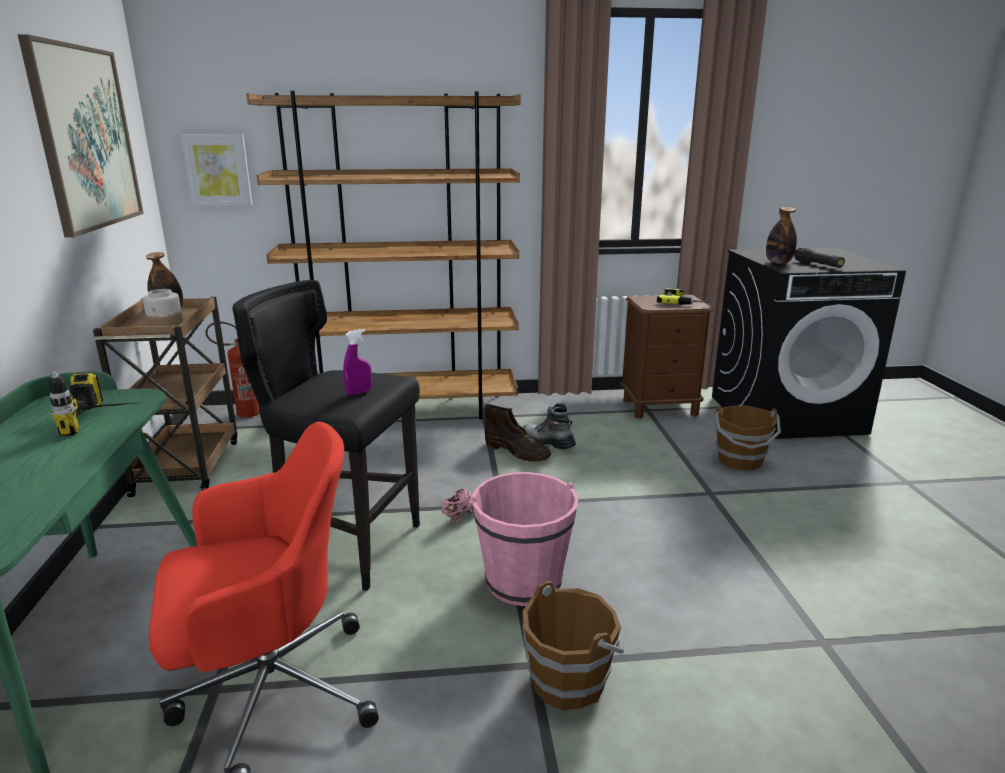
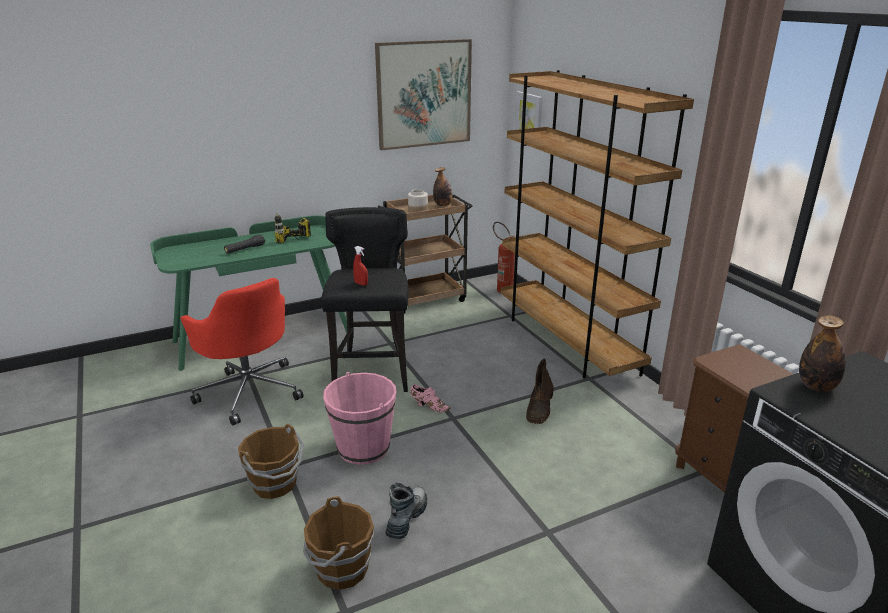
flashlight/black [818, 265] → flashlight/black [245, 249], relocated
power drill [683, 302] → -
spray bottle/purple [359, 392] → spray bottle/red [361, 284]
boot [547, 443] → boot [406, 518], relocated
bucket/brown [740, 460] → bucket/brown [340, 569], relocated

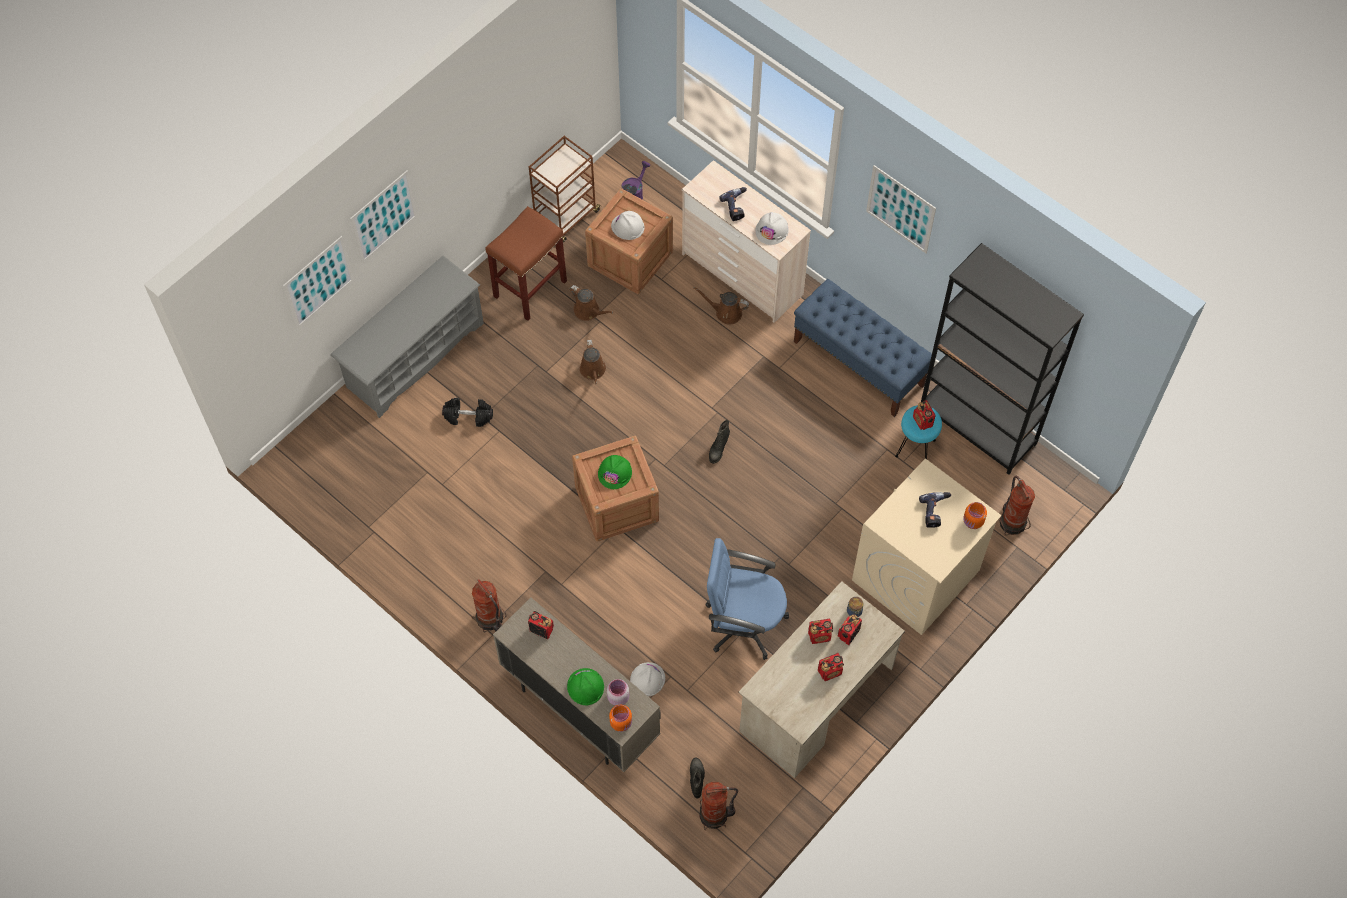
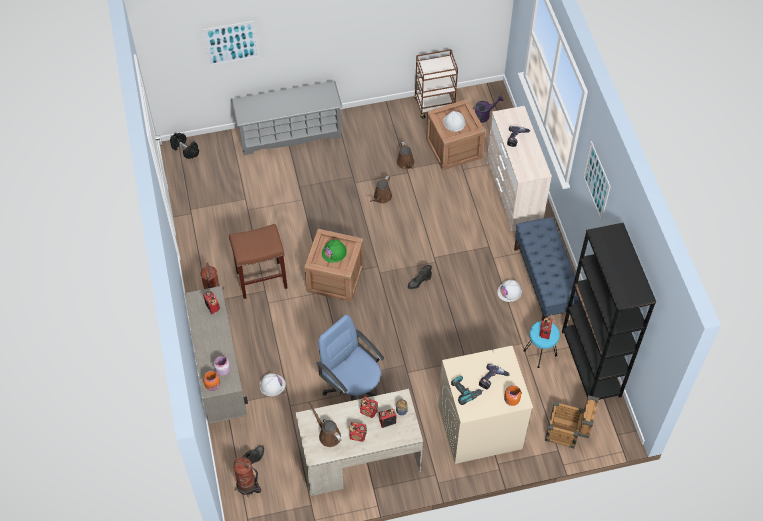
picture [384, 216] → -
stool/brown [530, 288] → stool/brown [262, 279], relocated
hard hat/white [772, 230] → hard hat/white [509, 292], relocated
watering can/brown [725, 313] → watering can/brown [328, 435], relocated
dumbbell/black [468, 416] → dumbbell/black [185, 149], relocated
fire extinguisher [1012, 521] → crate [567, 433]
hard hat/green [585, 687] → -
- → power drill [465, 391]

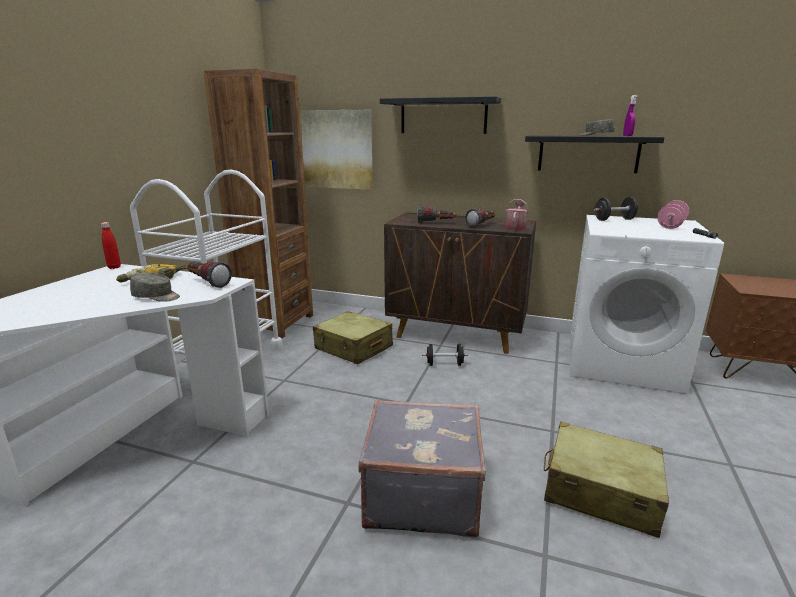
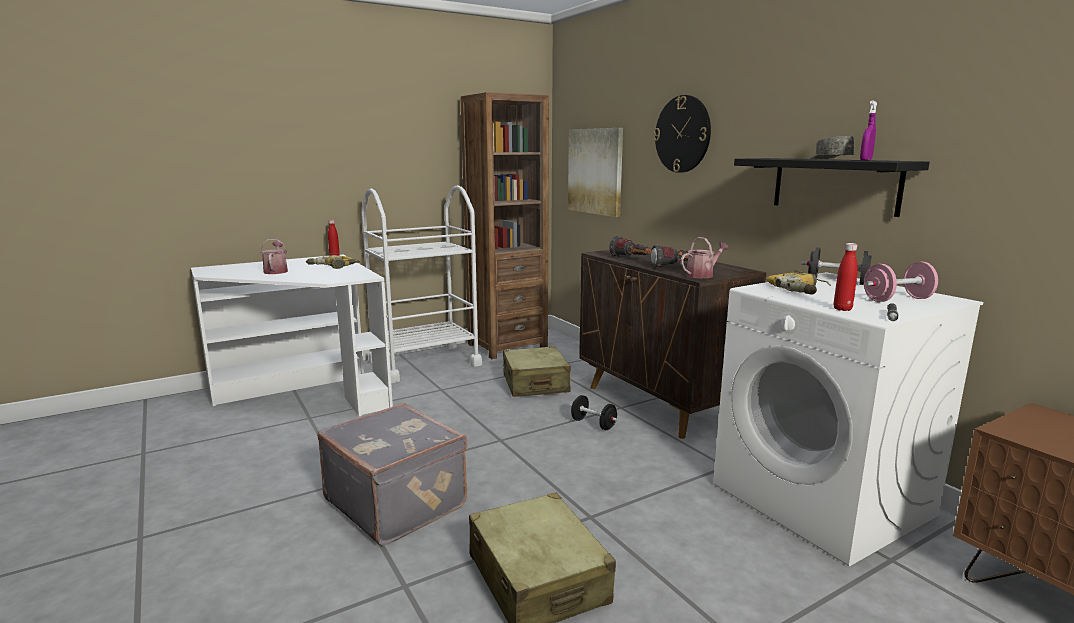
shelf/black [443, 116] → wall clock [682, 134]
flashlight [207, 283] → -
cap/grey [156, 297] → -
- → watering can [276, 271]
- → bottle/red [842, 309]
- → power drill [800, 290]

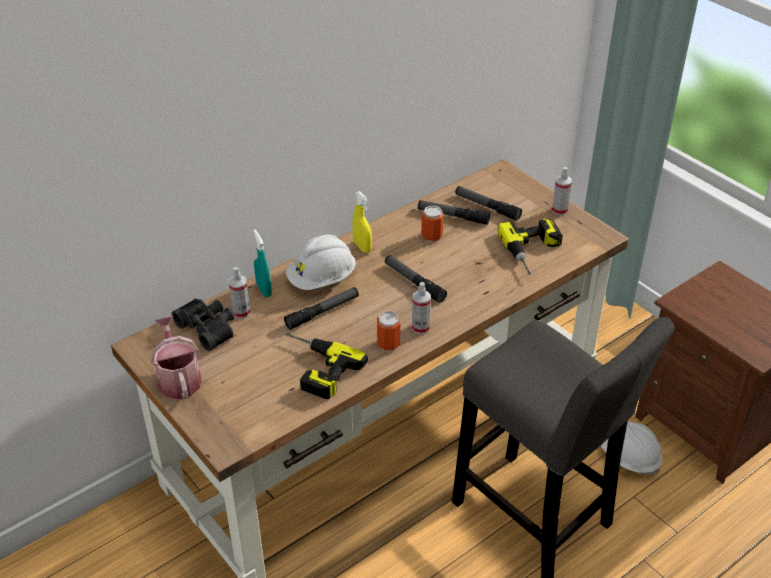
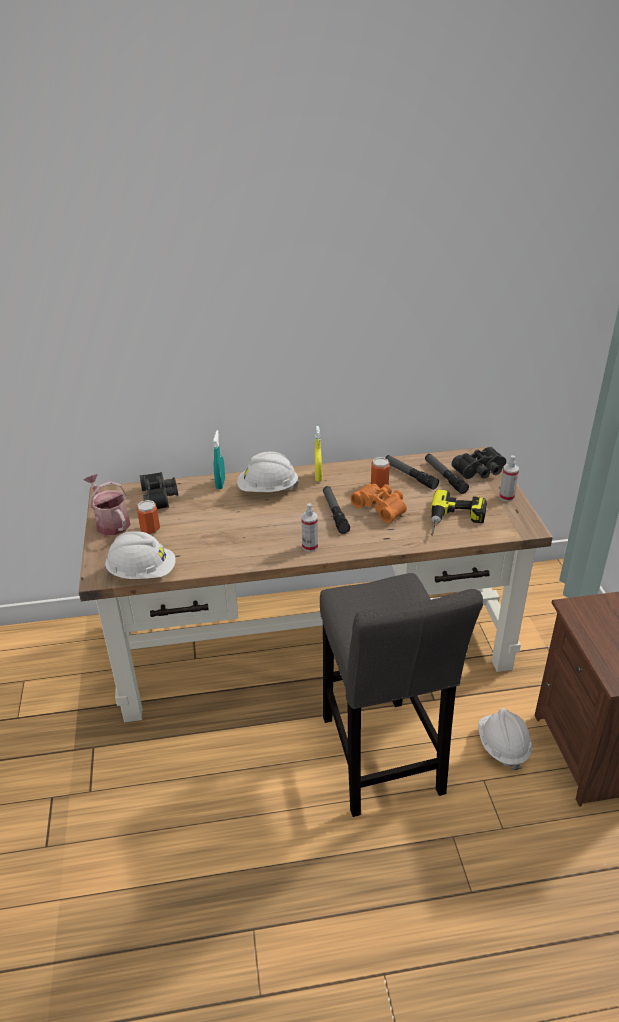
spray bottle [241, 312] → -
flashlight [322, 312] → -
can [388, 344] → can [150, 529], relocated
watering can [178, 378] → watering can [110, 522], 45 degrees counterclockwise
power drill [314, 368] → -
- → binoculars/black [481, 471]
- → binoculars/orange [381, 507]
- → hard hat/white [142, 573]

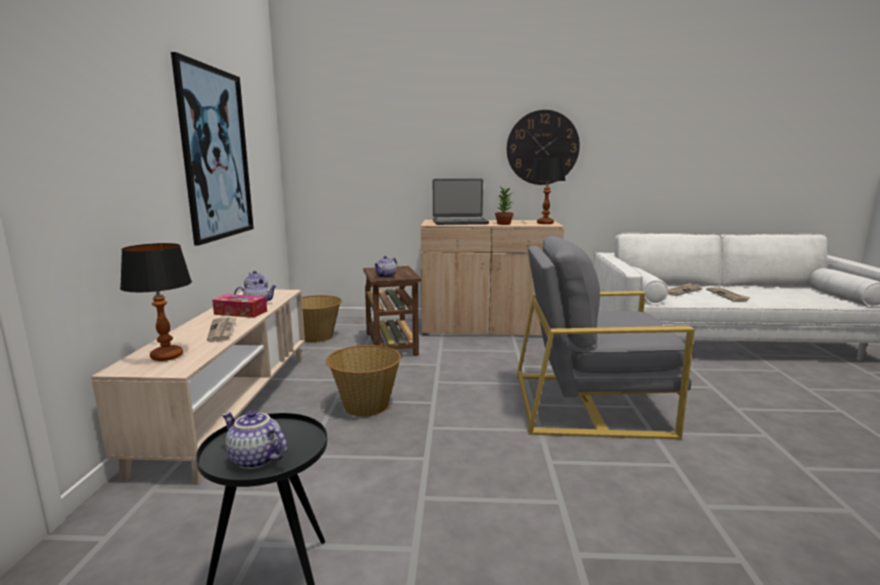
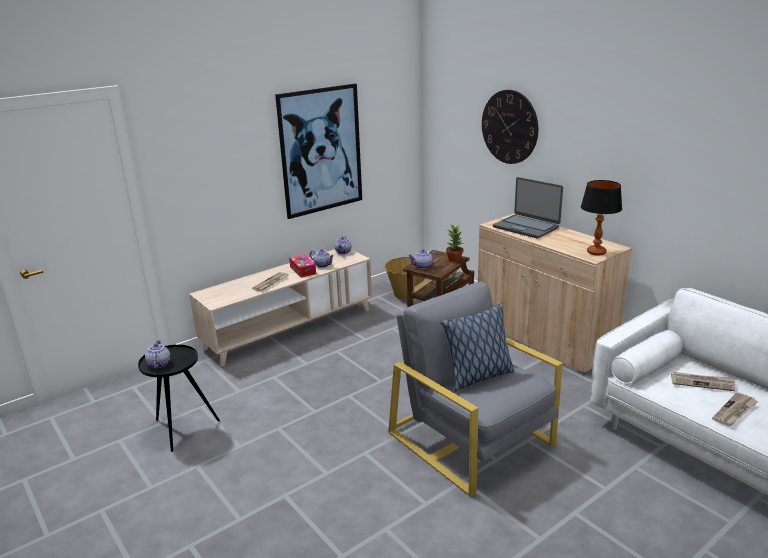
wall clock [542, 148] → wall clock [509, 127], relocated
potted plant [503, 224] → potted plant [454, 258], relocated
table lamp [167, 356] → -
basket [365, 406] → -
- → pillow [478, 377]

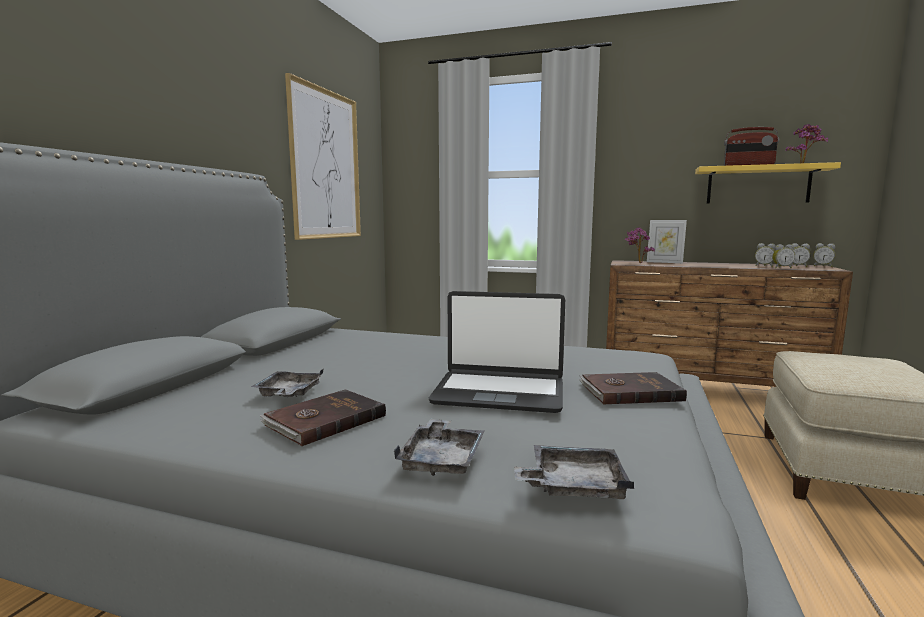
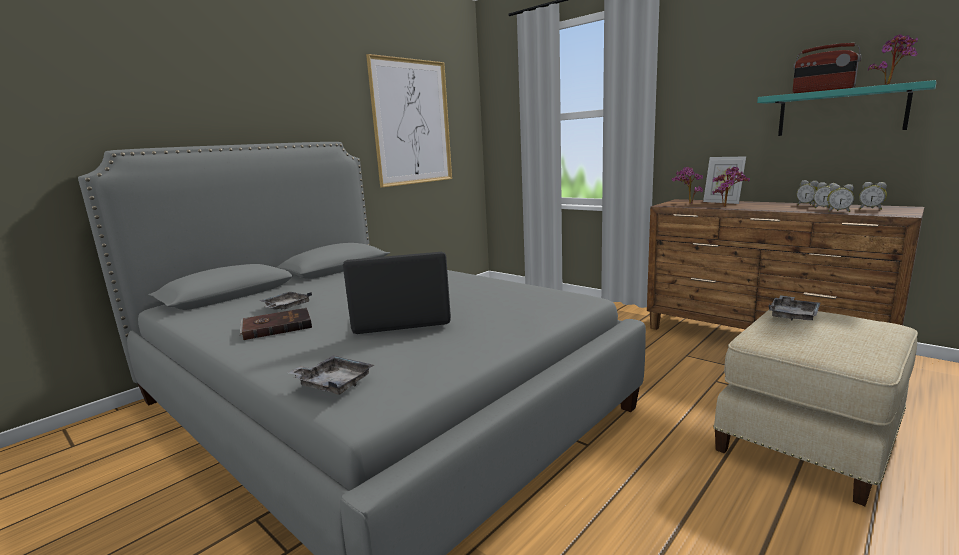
shelf/yellow [758, 185] → shelf/turquoise [840, 112]
alarm clock [823, 266] → alarm clock [807, 205], relocated
laptop [499, 392] → laptop [401, 319], 135 degrees clockwise
book/brown [629, 392] → -
tray/grey [442, 459] → tray/grey [793, 315], relocated
- → potted plant [727, 207]

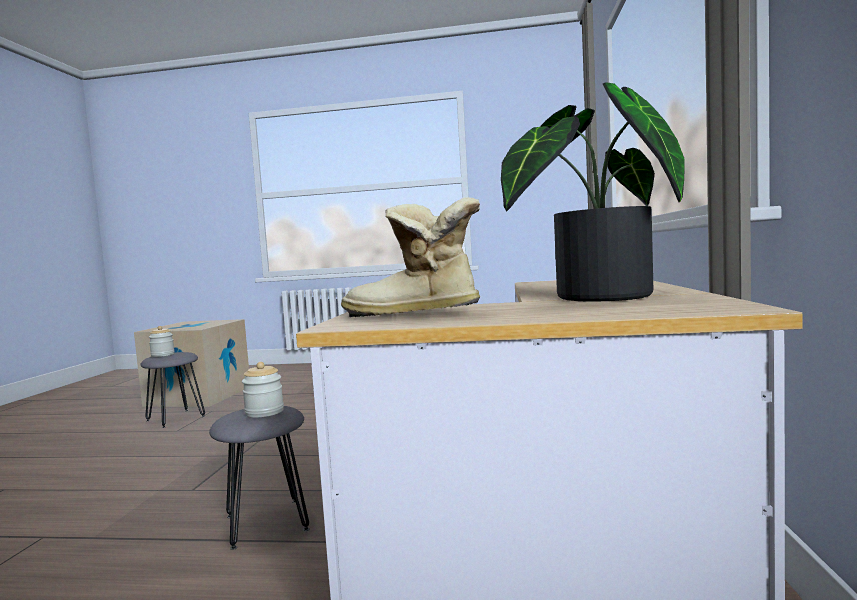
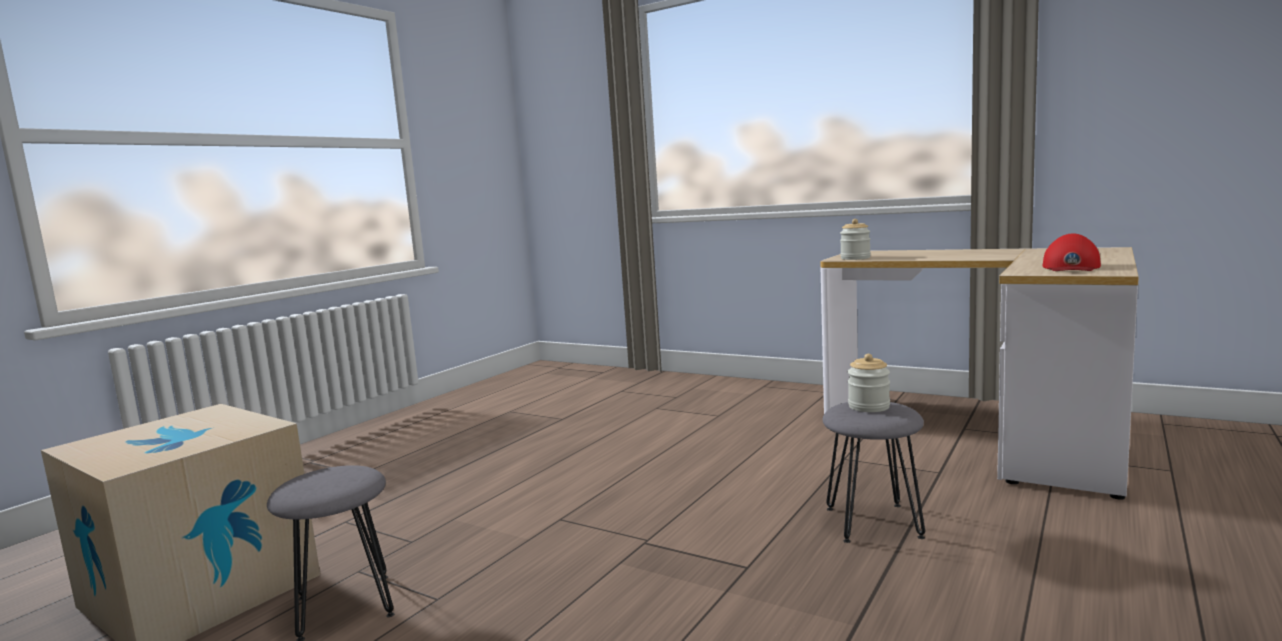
potted plant [591, 297] → -
boot [413, 315] → cap/red [1071, 267]
jar [162, 355] → jar [855, 258], relocated

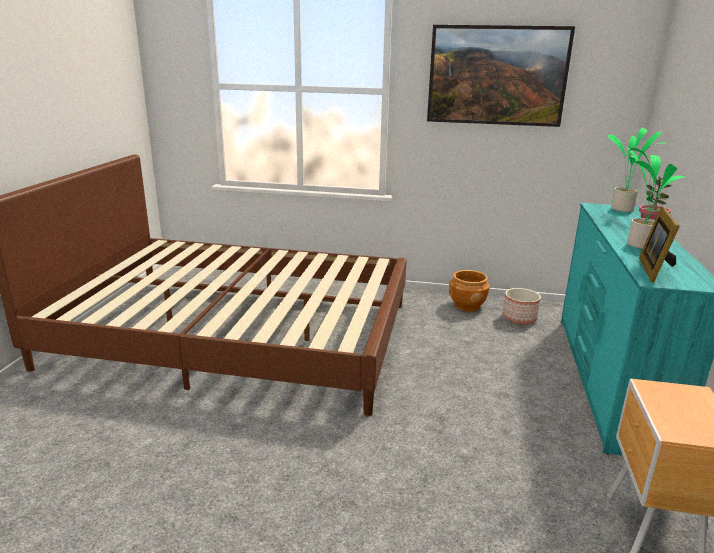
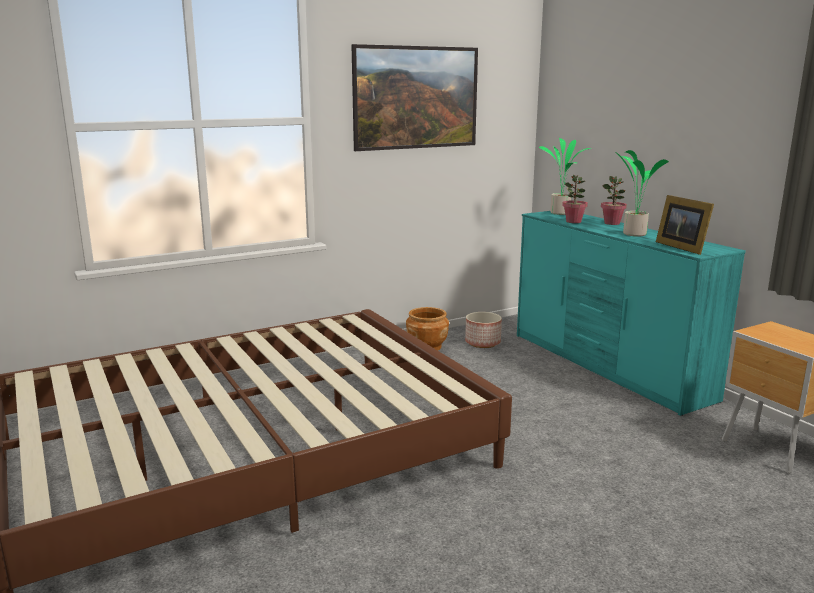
- → potted plant [573, 221]

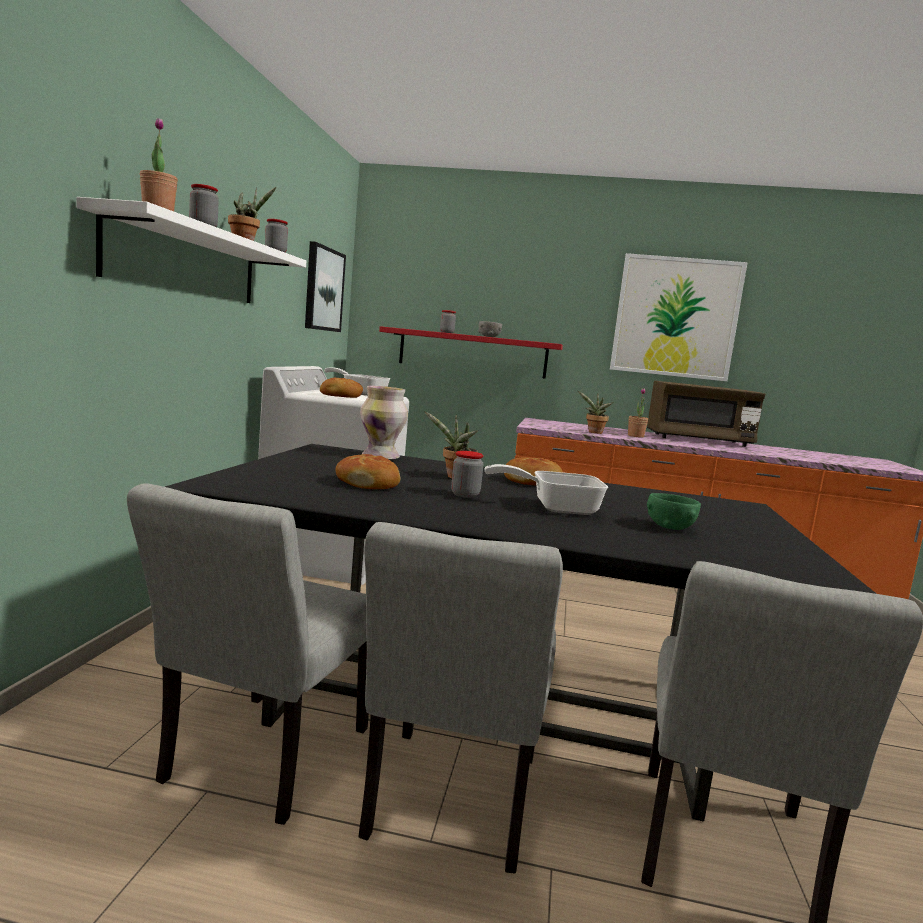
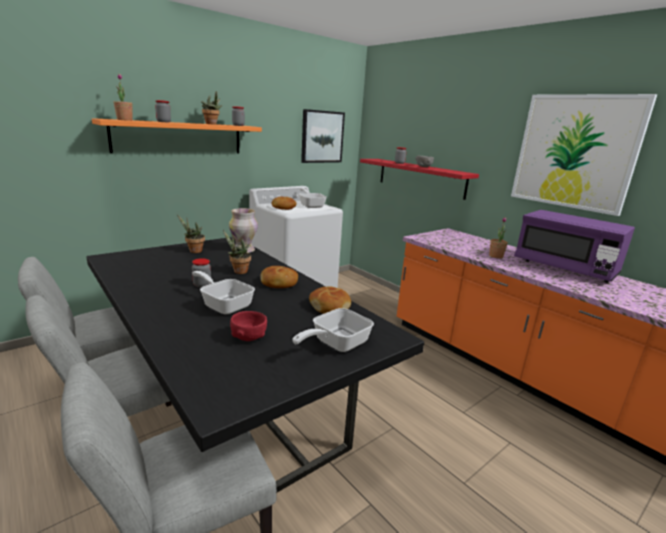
shelf/white [187, 262] → shelf/orange [179, 138]
microwave/brown [698, 440] → microwave/purple [564, 268]
potted plant [594, 432] → potted plant [193, 251], relocated
bread [368, 483] → bread [330, 307], relocated
bowl/green [669, 527] → bowl/red [248, 337]
- → frying pan [335, 344]

